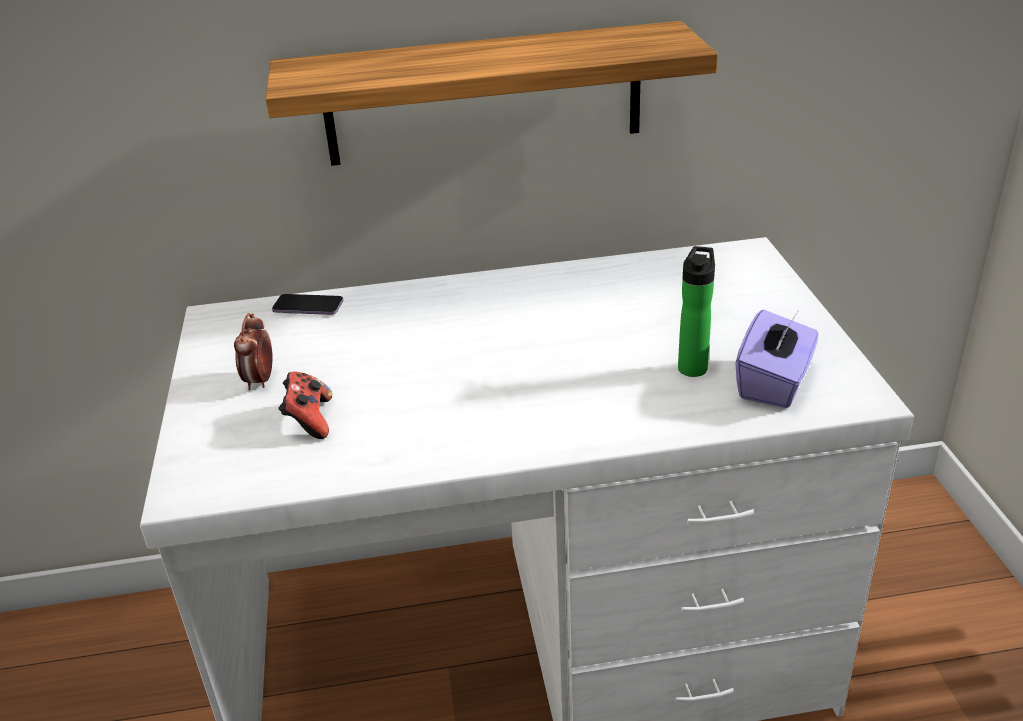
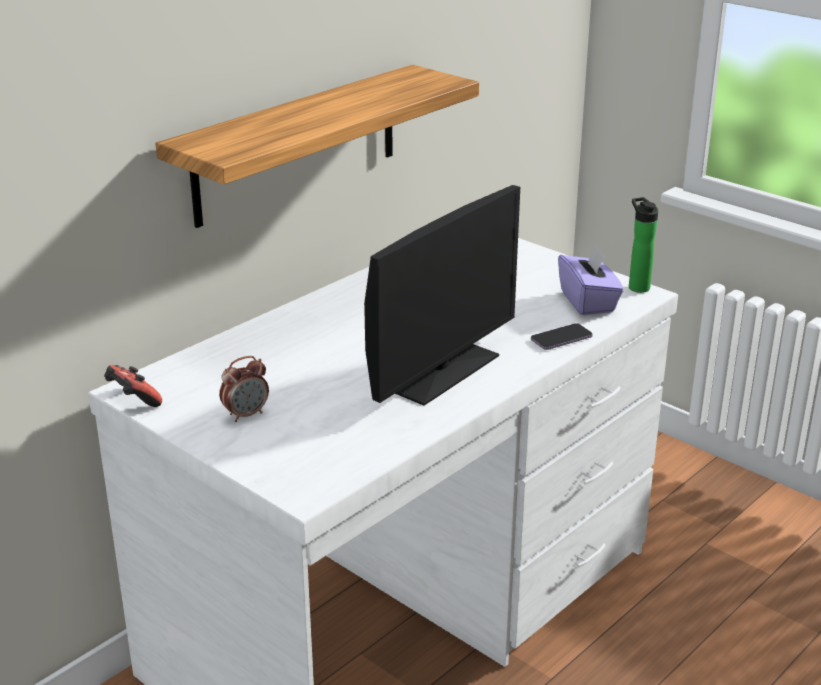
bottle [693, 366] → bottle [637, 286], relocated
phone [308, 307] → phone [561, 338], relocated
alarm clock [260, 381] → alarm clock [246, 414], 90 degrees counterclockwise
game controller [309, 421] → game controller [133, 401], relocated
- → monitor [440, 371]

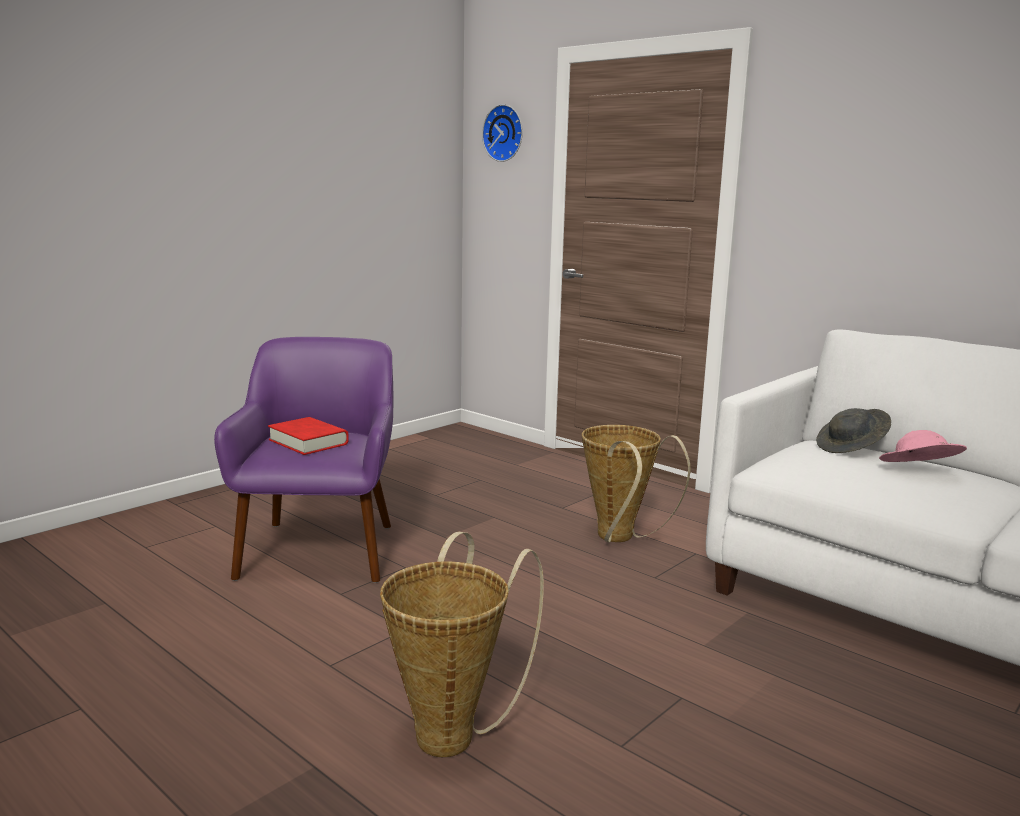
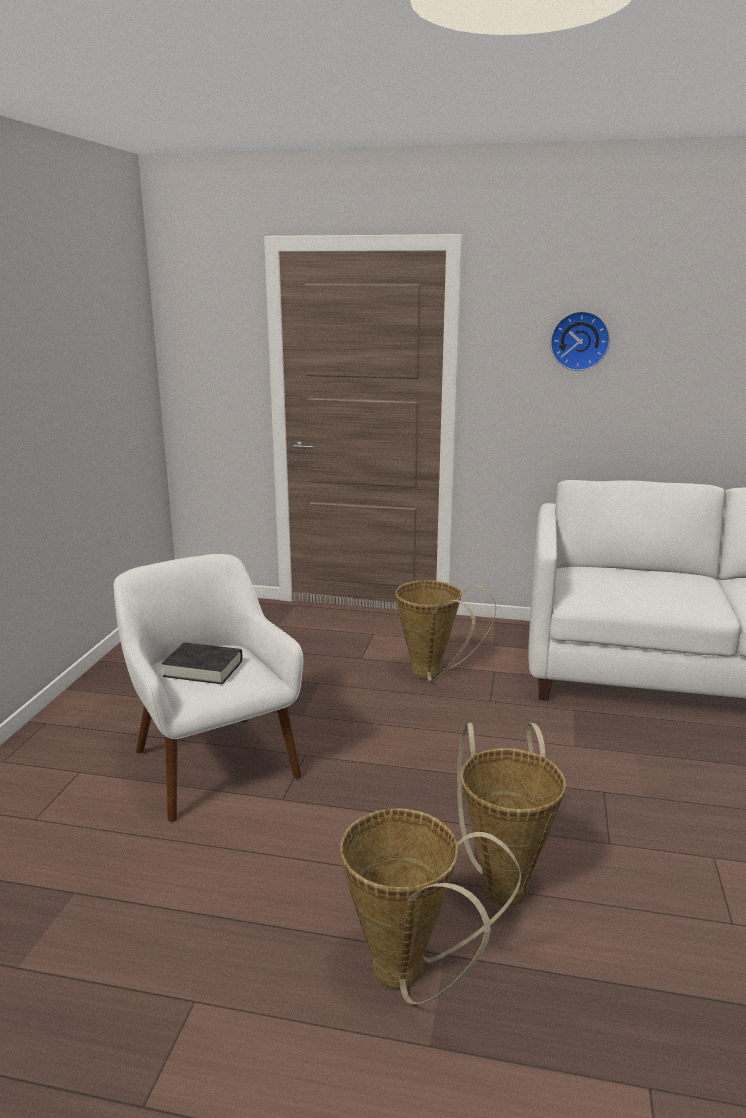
wall clock [505, 133] → wall clock [579, 340], relocated
armchair/purple [320, 550] → armchair/white [213, 763]
hat/grey [851, 448] → -
book/red [308, 442] → book/black [203, 669]
hat/pink [918, 472] → -
- → basket [409, 976]

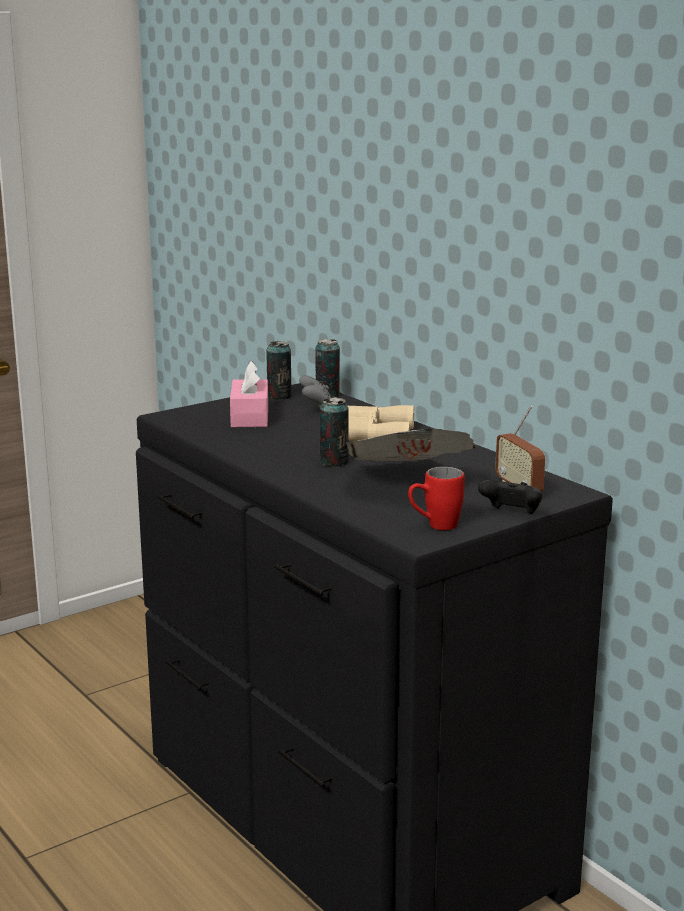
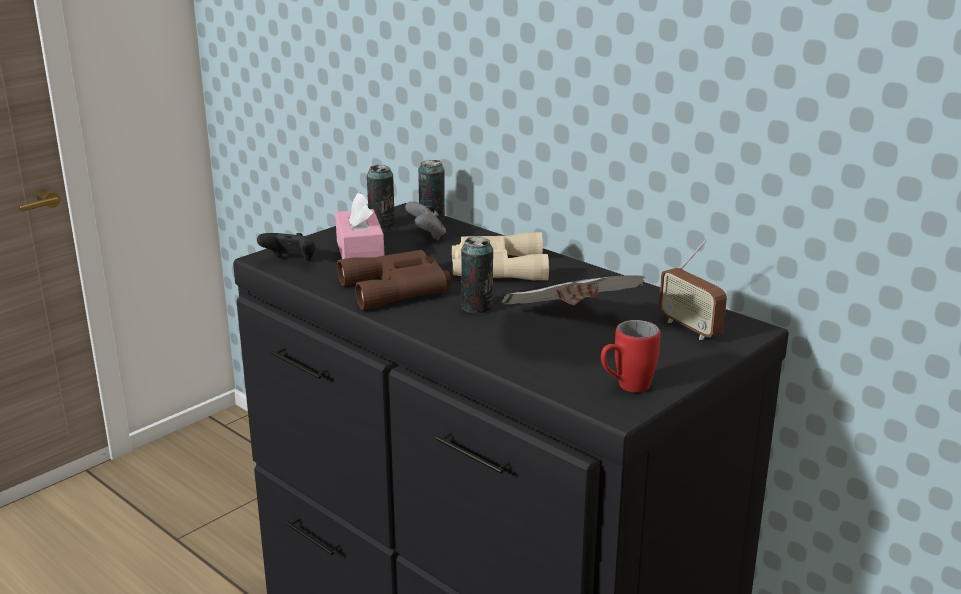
game controller/black [511, 514] → game controller/black [291, 262], relocated
- → binoculars/brown [399, 288]

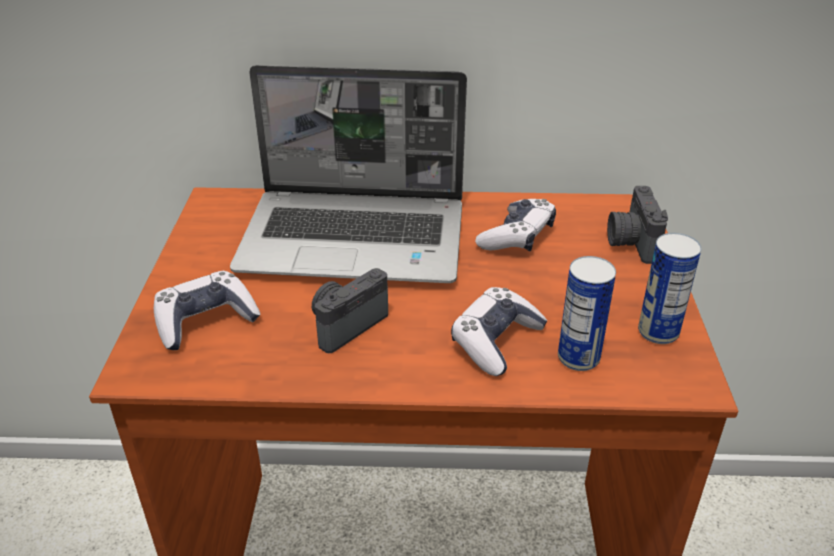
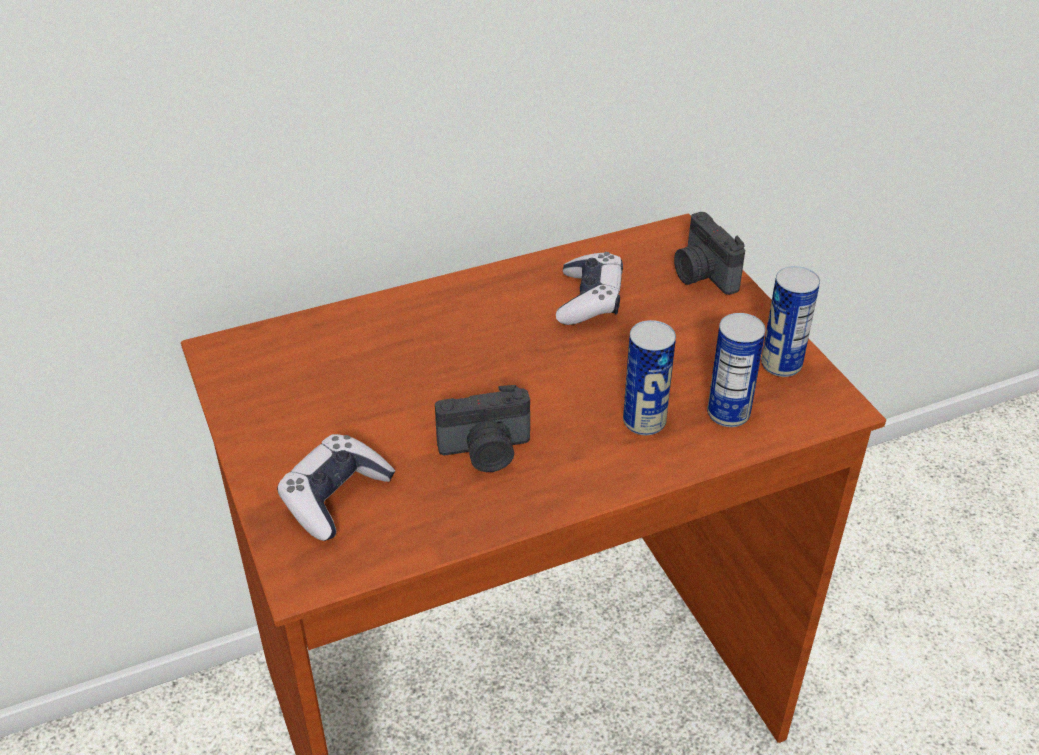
laptop [357, 238] → -
photo camera [345, 324] → photo camera [486, 452], 120 degrees counterclockwise
game controller [496, 341] → can [644, 421]

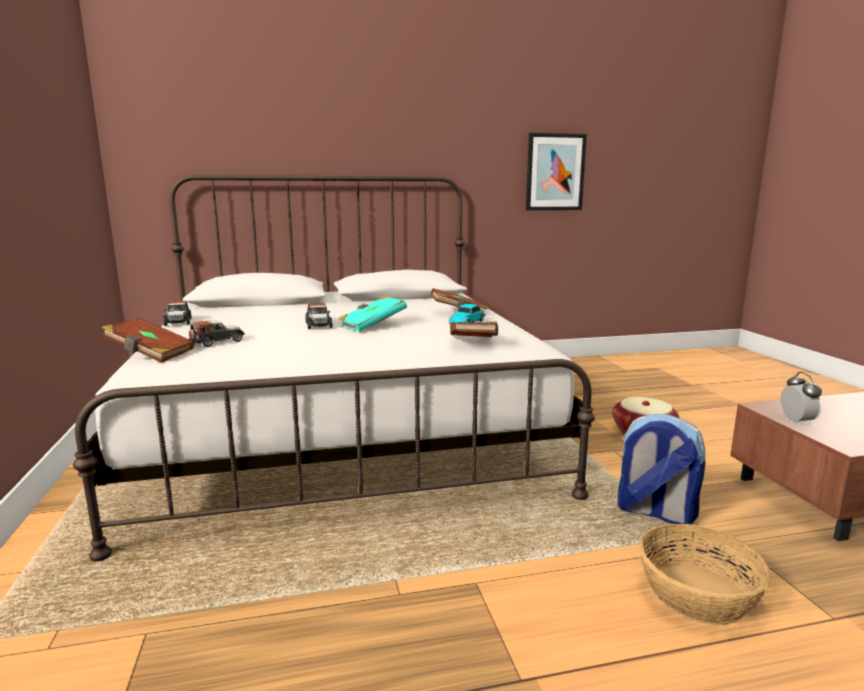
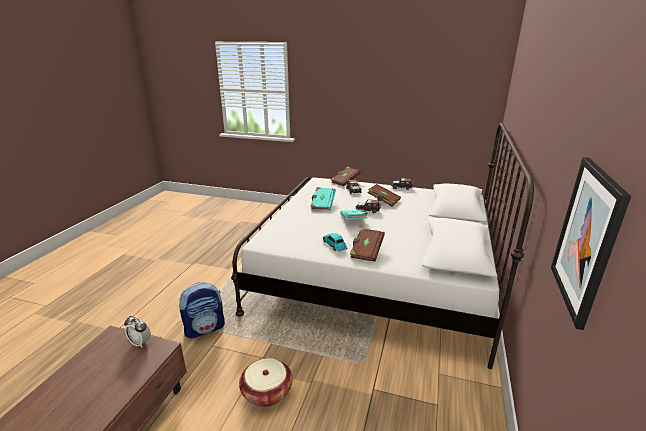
book/brown [473, 343] → book/brown [383, 201], relocated
basket [696, 593] → -
- → book/turquoise [322, 204]

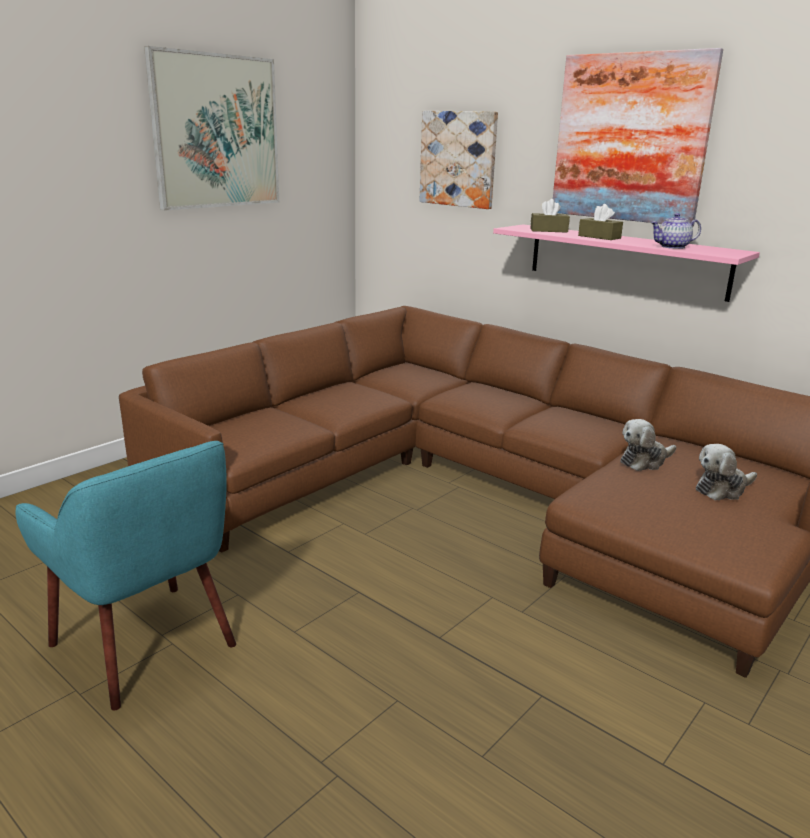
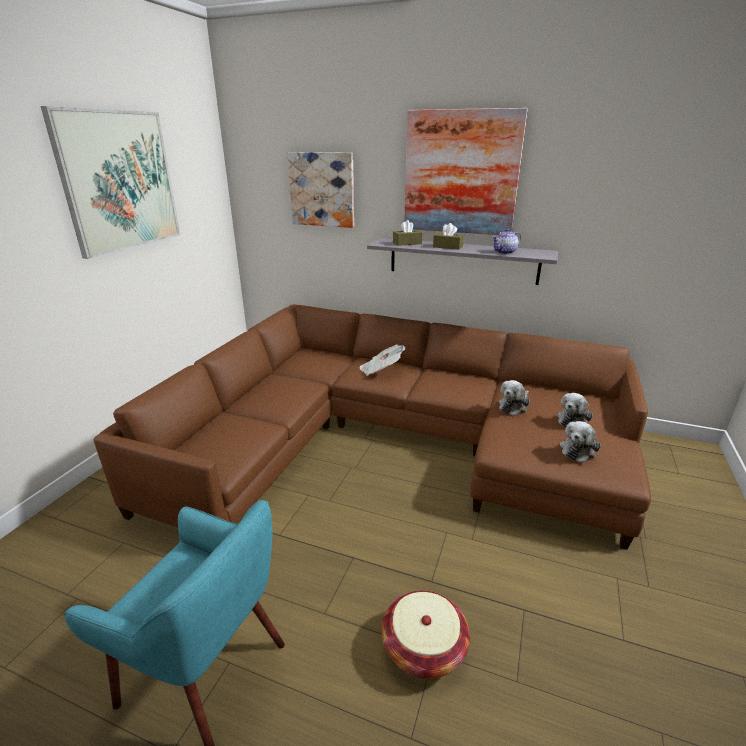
shelf/pink [625, 260] → shelf/grey [462, 260]
- → newspaper [381, 370]
- → plush toy [578, 449]
- → basket [424, 648]

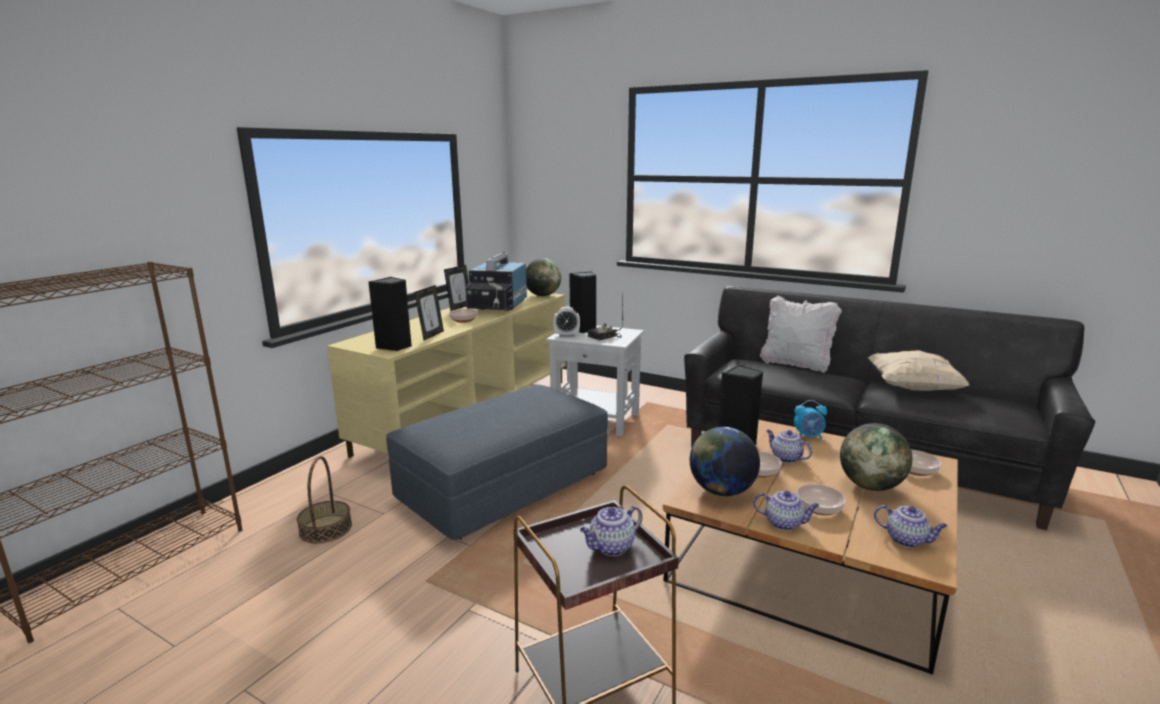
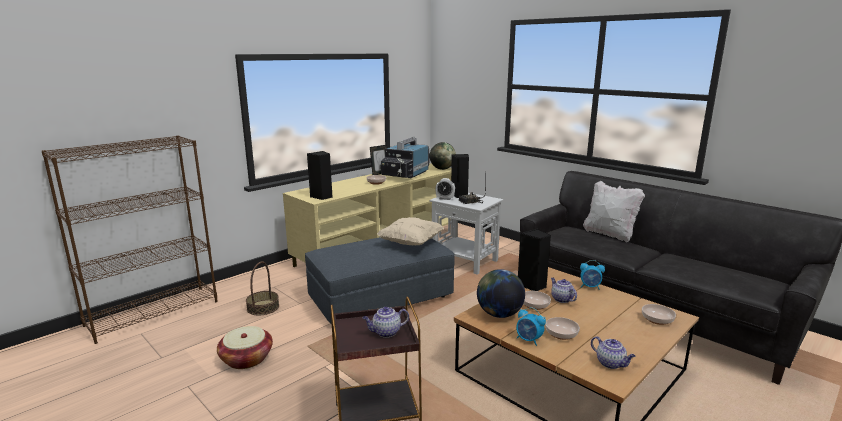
picture frame [431, 335] → -
pillow/beige [913, 388] → pillow/beige [410, 243], relocated
globe [870, 486] → -
teapot [784, 523] → alarm clock [529, 340]
- → basket [246, 359]

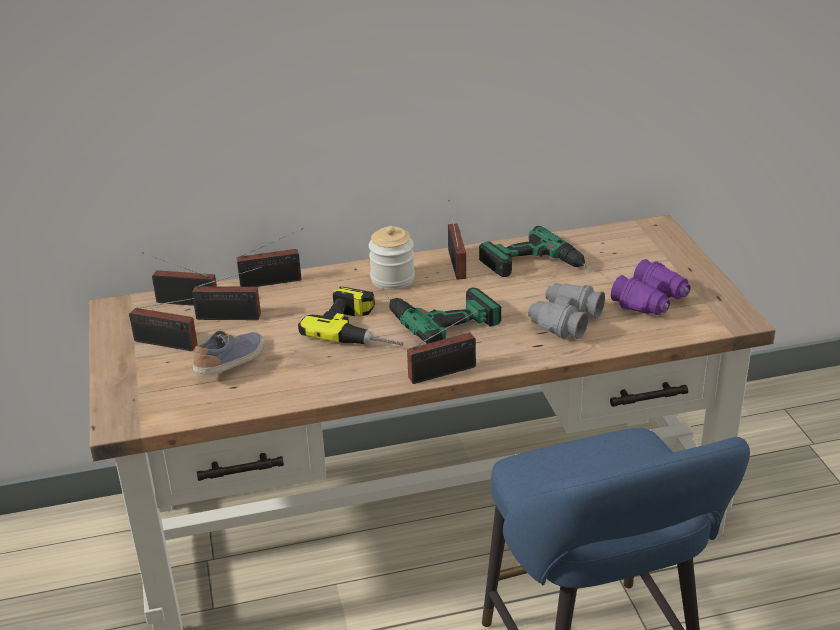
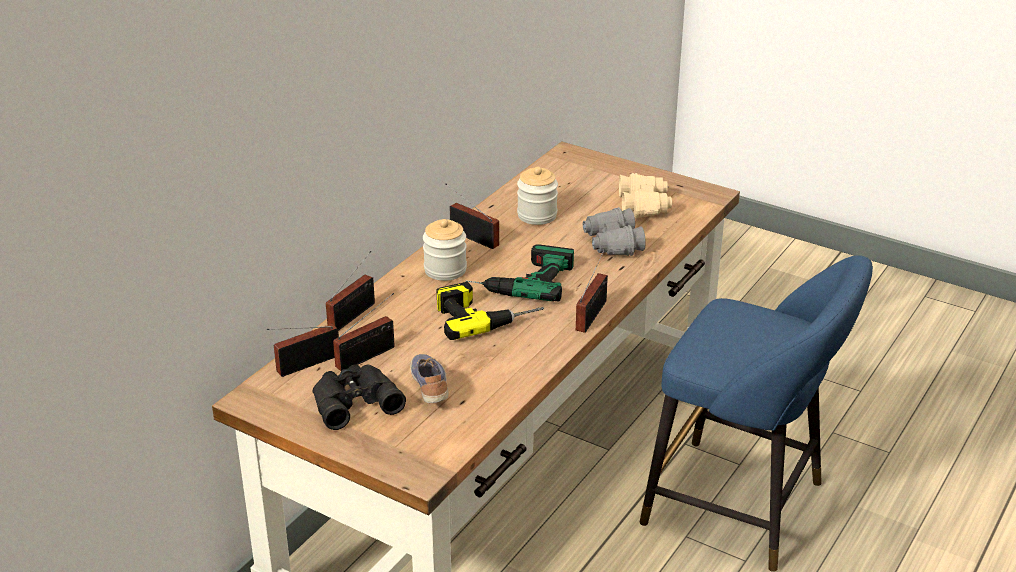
power drill [539, 268] → jar [537, 215]
binoculars/purple [651, 301] → binoculars/beige [644, 206]
radio [169, 344] → binoculars/black [353, 400]

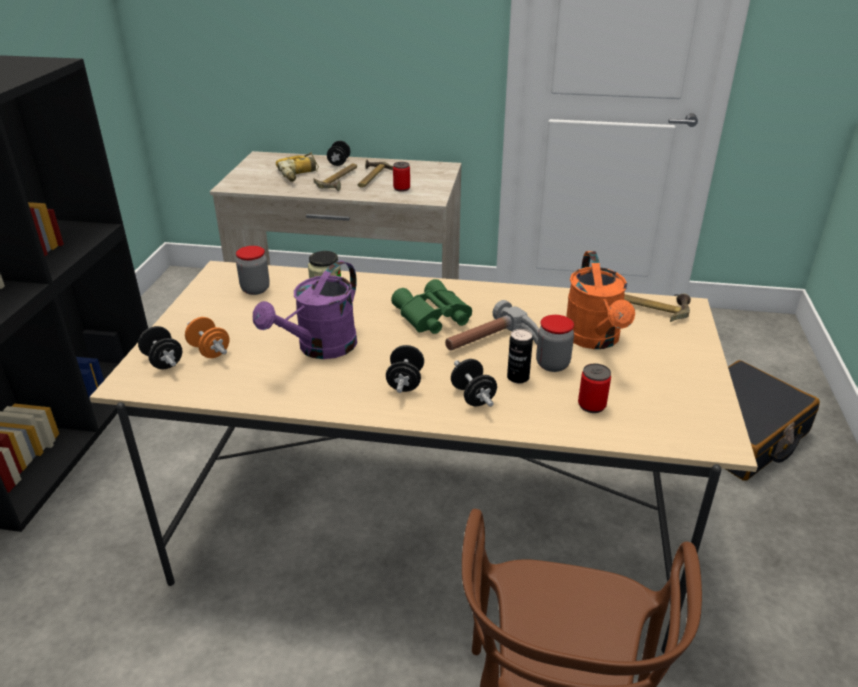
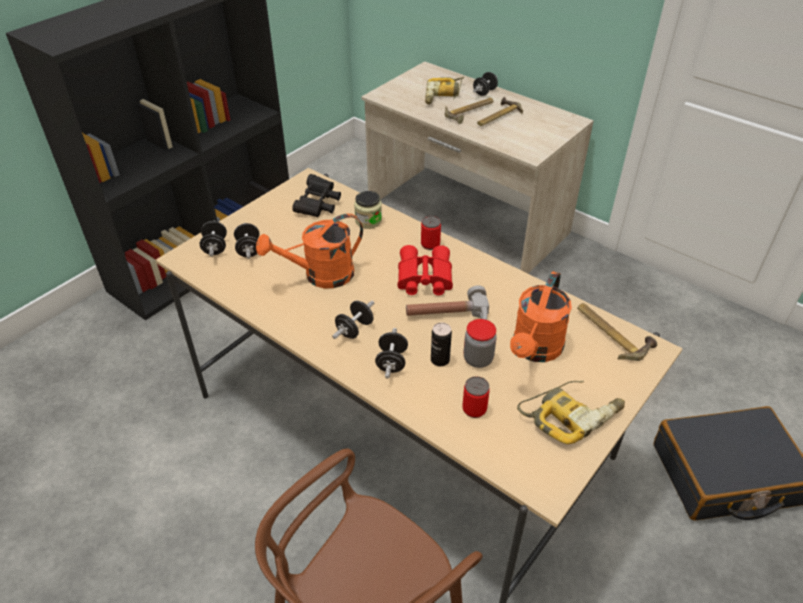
can [401, 188] → can [430, 244], relocated
jar [255, 289] → binoculars/black [318, 205]
watering can/purple [320, 348] → watering can/orange [320, 276]
binoculars/green [431, 317] → binoculars/red [423, 278]
dumbbell/orange [209, 351] → dumbbell/black [249, 250]
- → power drill [571, 414]

